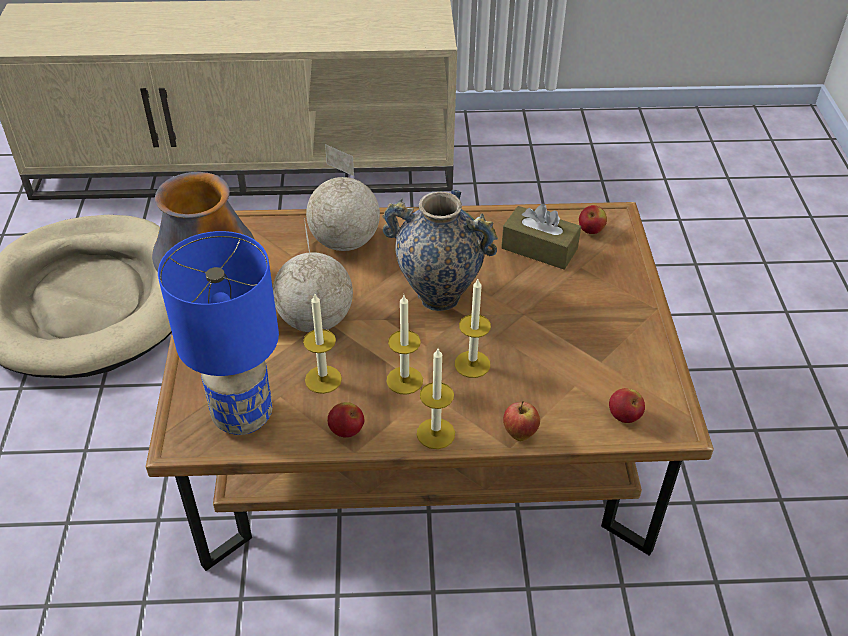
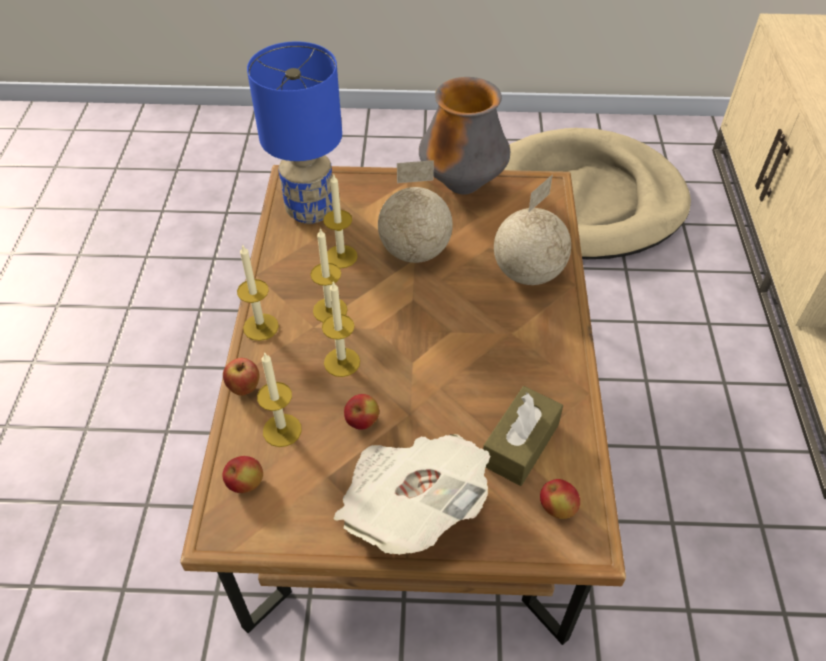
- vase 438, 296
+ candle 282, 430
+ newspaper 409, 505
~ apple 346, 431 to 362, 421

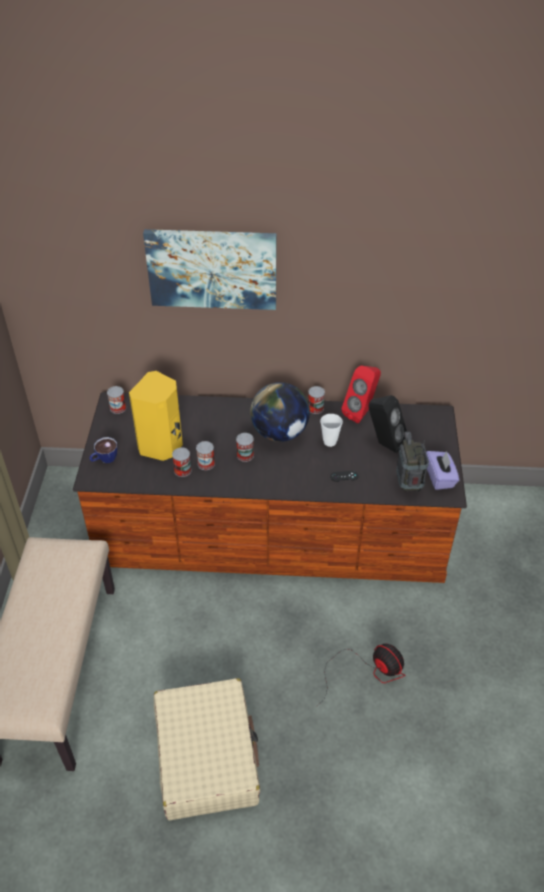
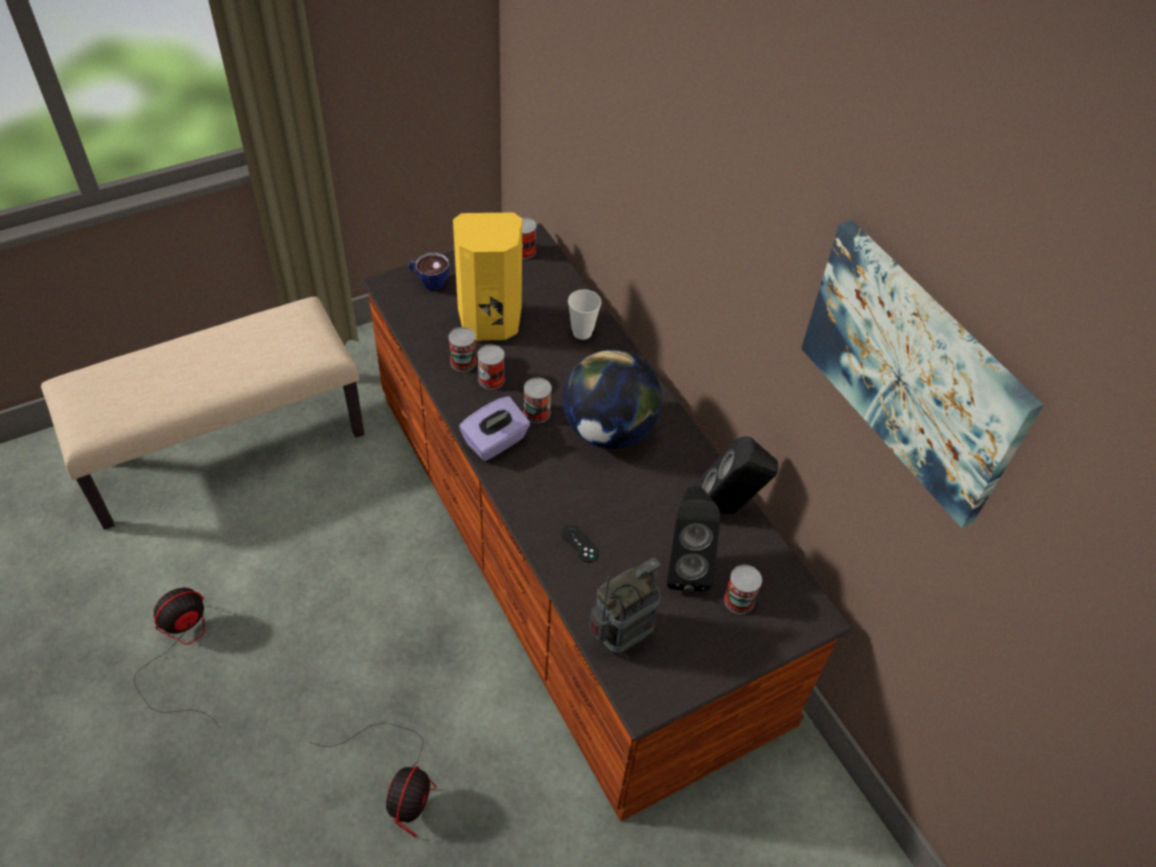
~ picture 212, 268 to 912, 370
~ can 315, 408 to 739, 600
~ cup 330, 442 to 582, 332
~ tissue box (purple) 440, 477 to 495, 442
~ suitcase (beige) 207, 755 to fan 180, 651
~ speaker (red) 361, 413 to speaker (black) 728, 509

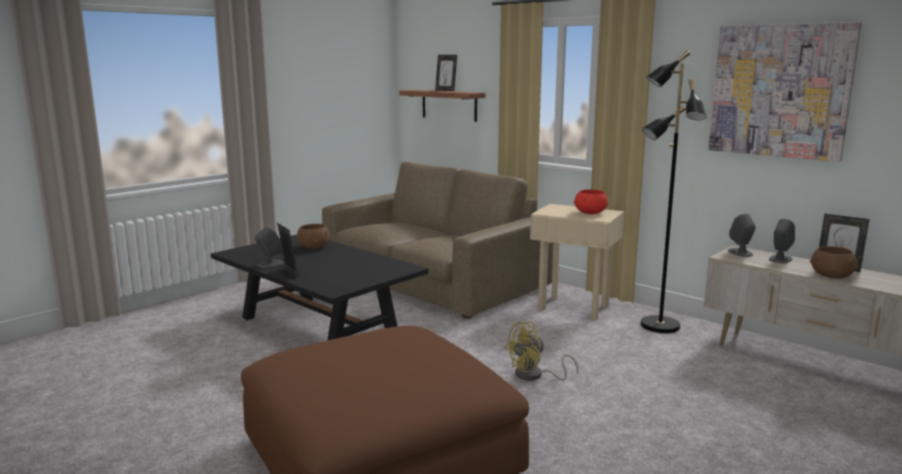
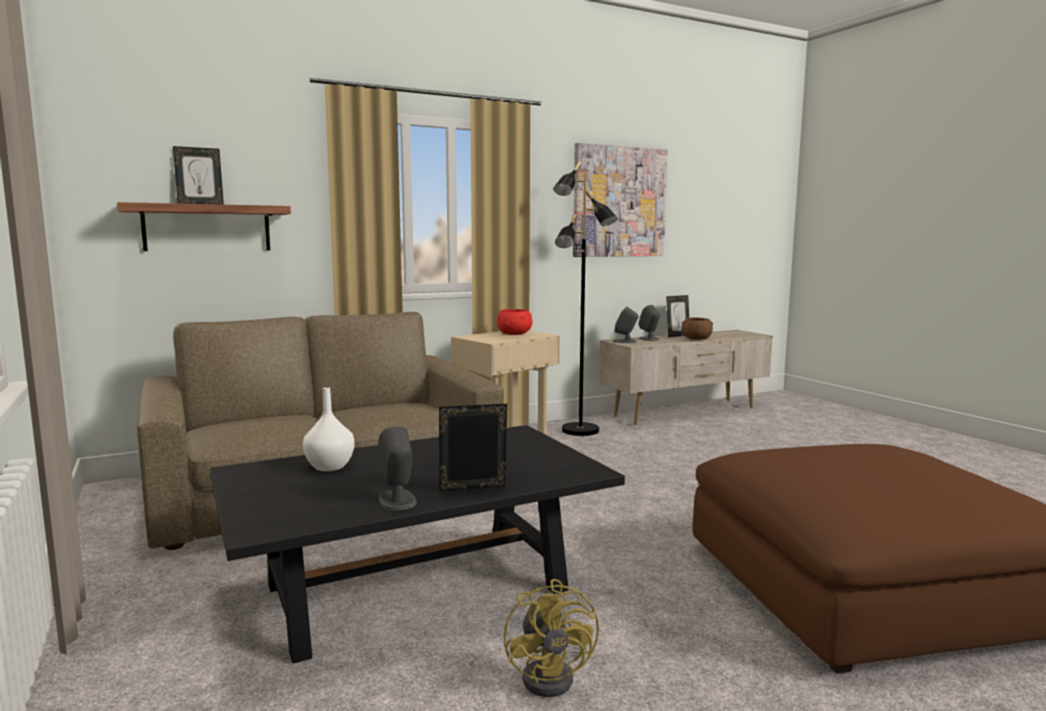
~ fan (yellow) 535, 376 to 554, 675
~ bowl (brown) 313, 247 to vase (white) 328, 467

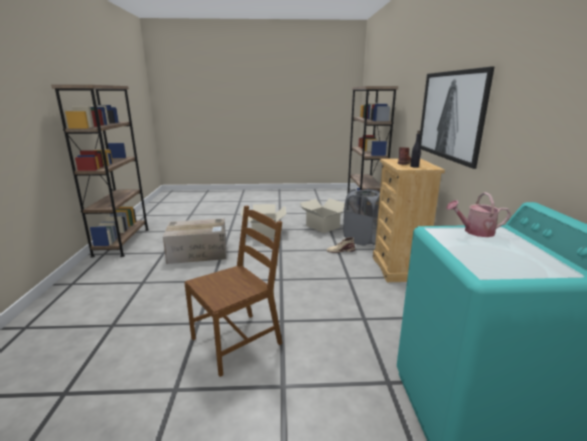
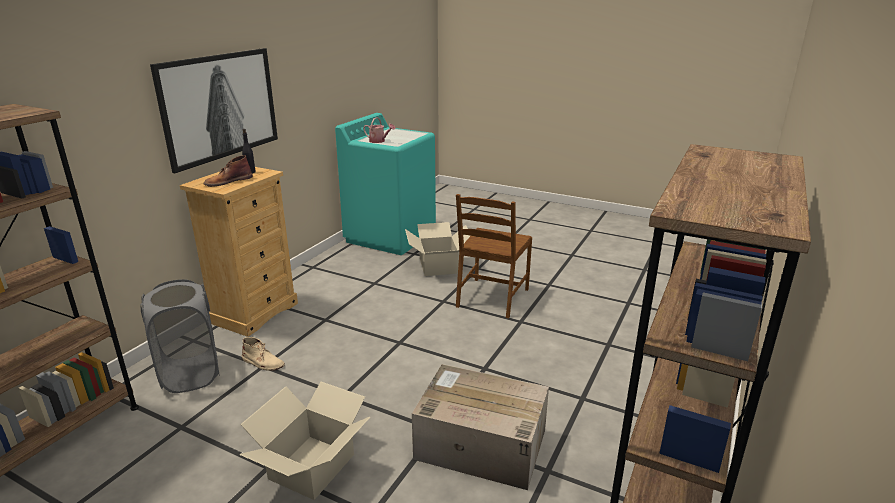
~ cardboard box 322, 226 to 439, 266
~ chair (brown) 237, 341 = 492, 298 60 degrees counterclockwise

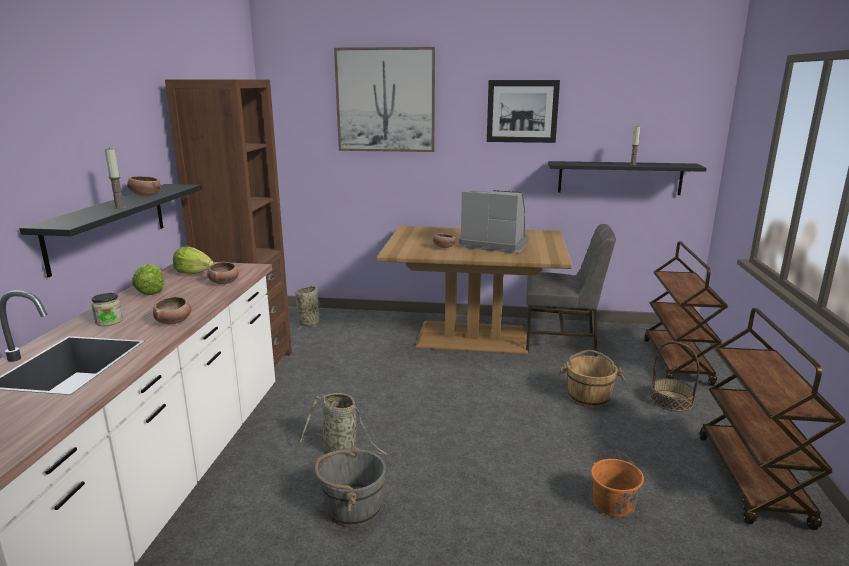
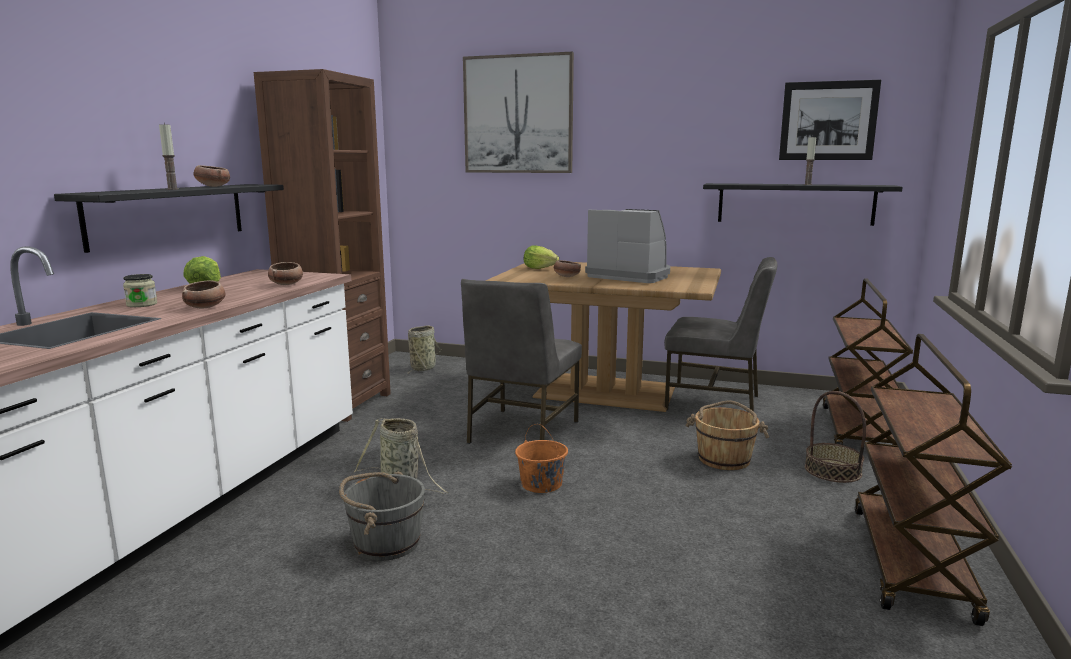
+ chair (grey) 521, 432
~ lettuce 194, 273 to 539, 268
~ picture 522, 111 to 828, 121
~ bucket (orange) 613, 504 to 541, 484

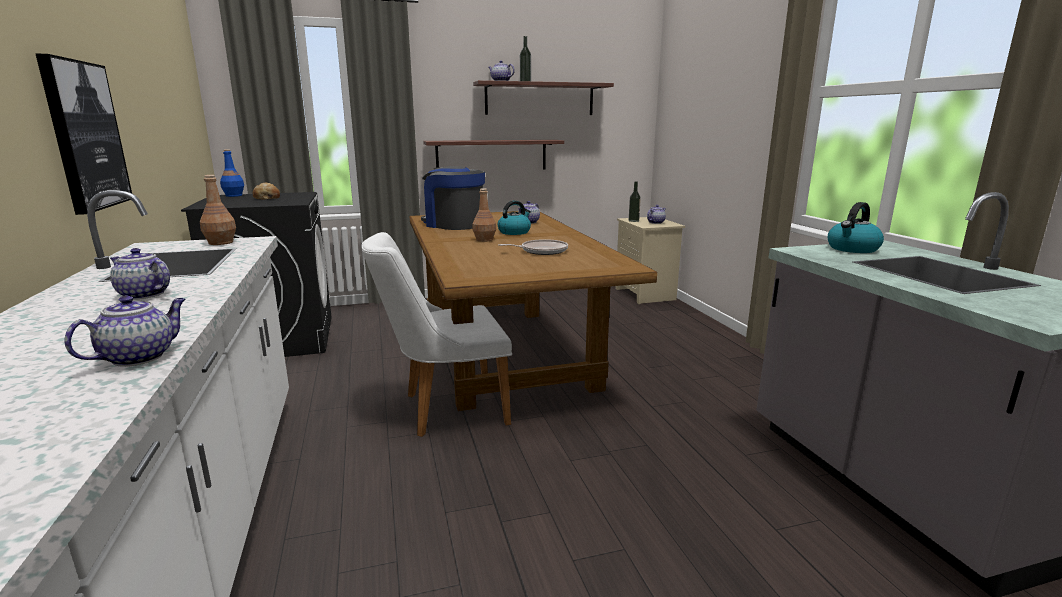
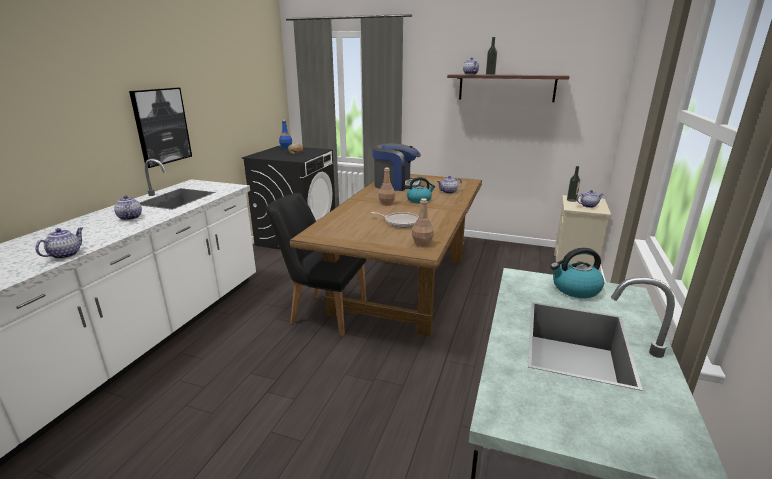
- shelf 491, 155
~ bottle (brown) 221, 242 to 422, 243
~ chair (white) 444, 409 to chair (black) 322, 312
~ teapot 139, 357 = 66, 254 45 degrees counterclockwise
~ coffee machine 453, 224 = 396, 185 120 degrees clockwise

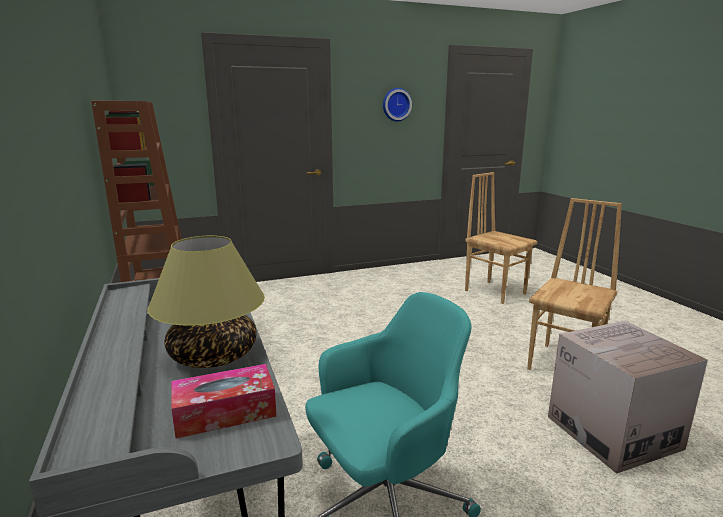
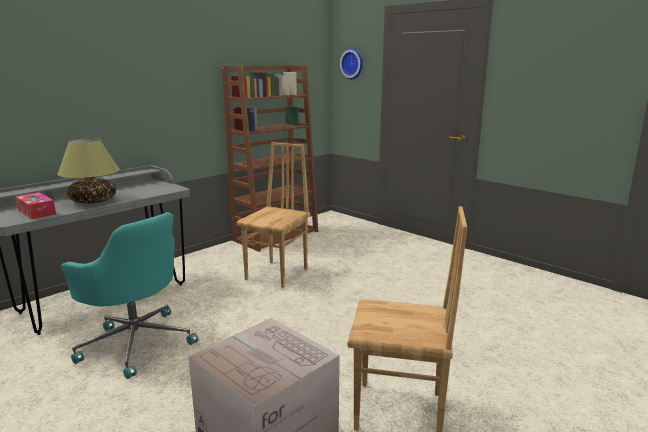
~ wall clock 396, 104 to 353, 63
~ chair (brown) 495, 292 to 278, 274

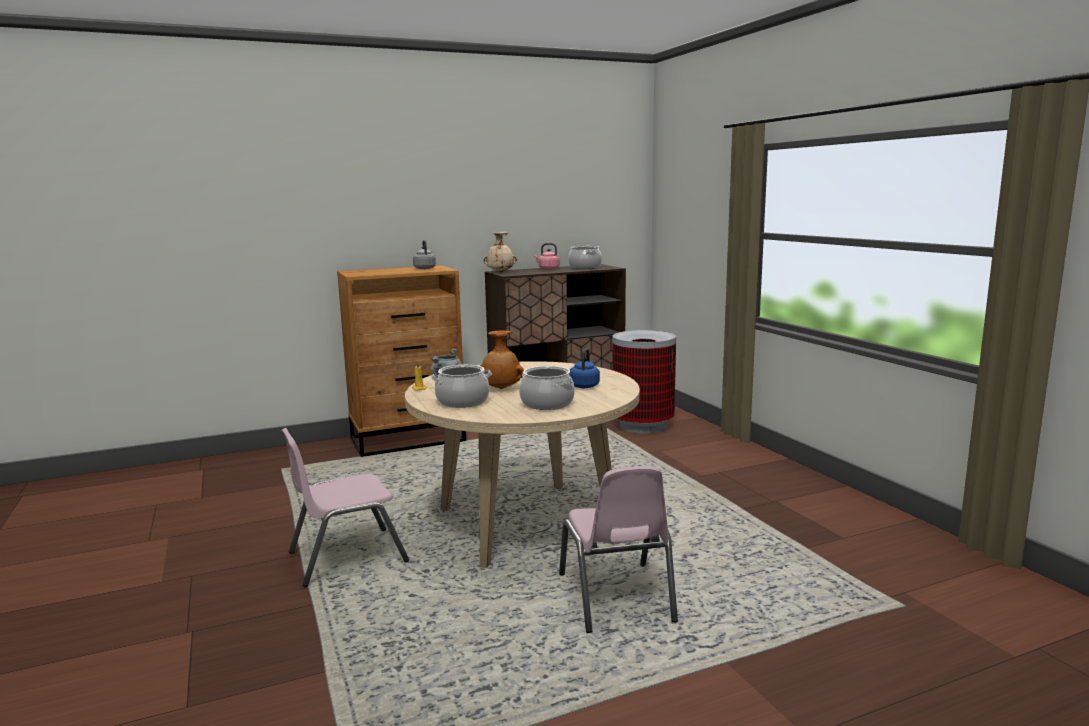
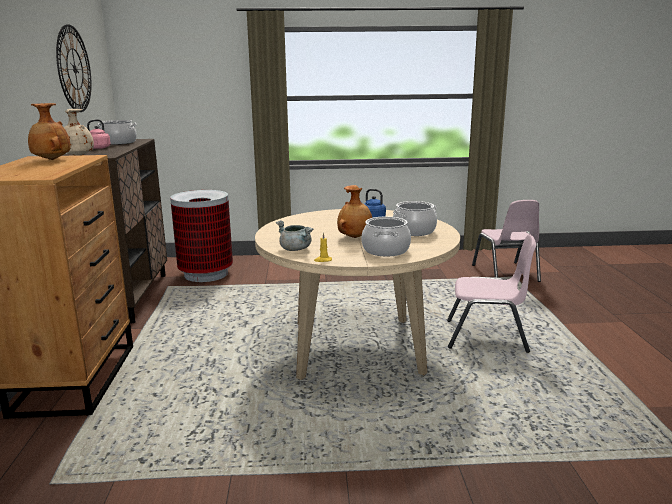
+ wall clock 74, 69
~ chair (pink) 347, 556 to 505, 273
~ kettle (grey) 424, 268 to vase (brown) 51, 160

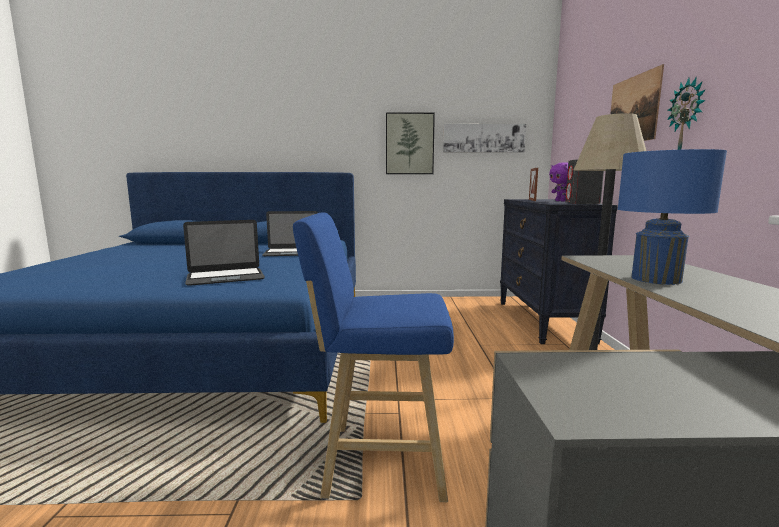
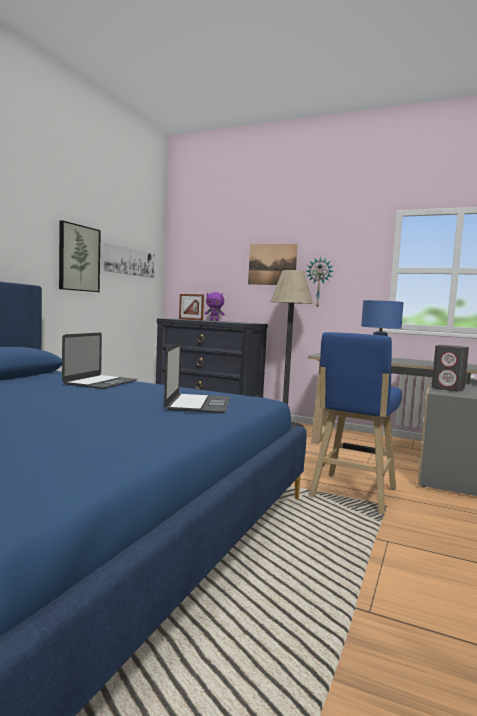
~ speaker (grey) 582, 203 to 448, 388

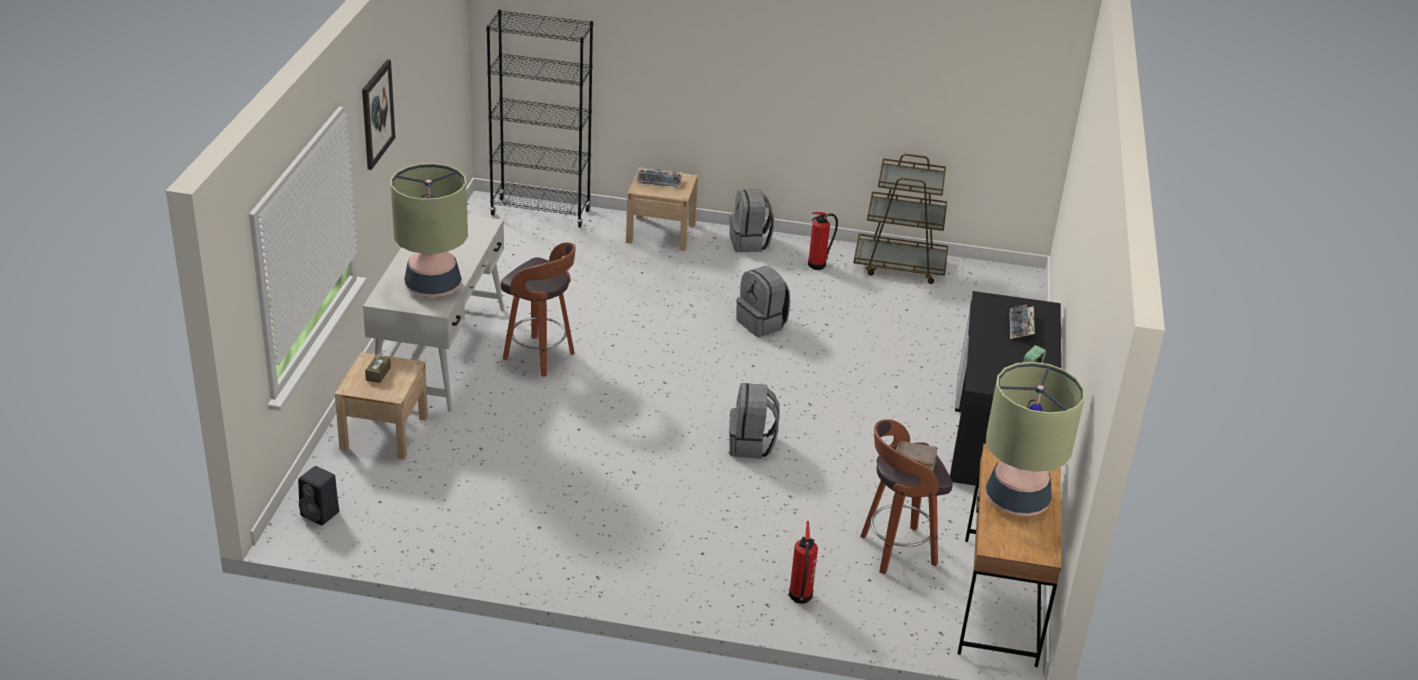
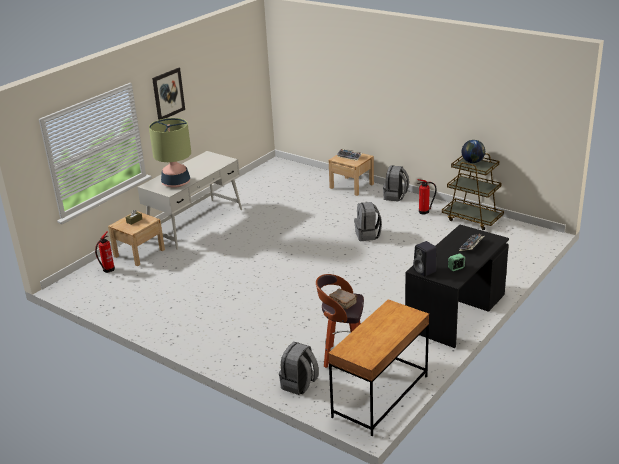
- bookcase (black) 541, 213
- stool 540, 357
- table lamp 1016, 500
+ globe 473, 162
~ speaker (black) 321, 514 to 425, 271
~ backpack (grey) 751, 445 to 299, 385
~ fire extinguisher 800, 597 to 108, 270

